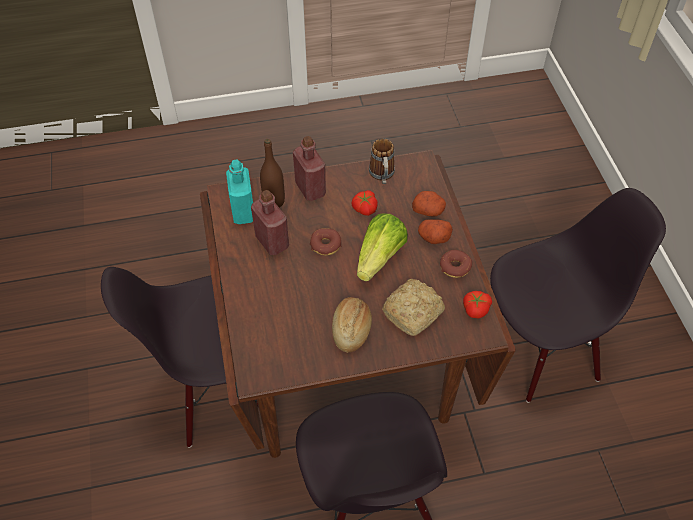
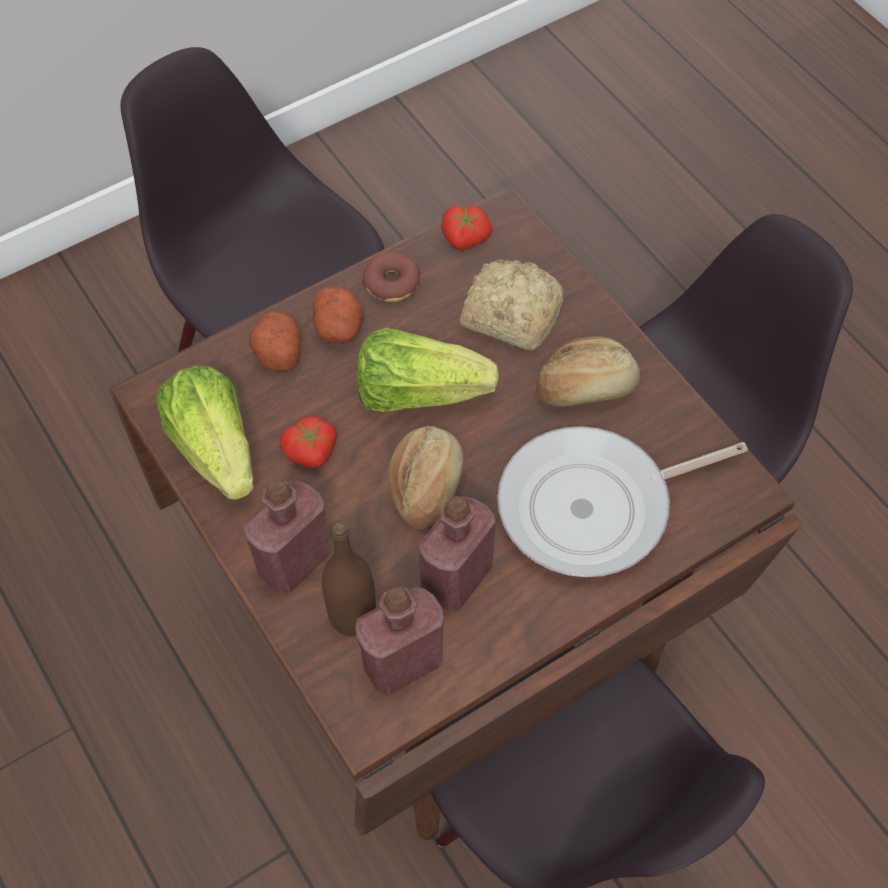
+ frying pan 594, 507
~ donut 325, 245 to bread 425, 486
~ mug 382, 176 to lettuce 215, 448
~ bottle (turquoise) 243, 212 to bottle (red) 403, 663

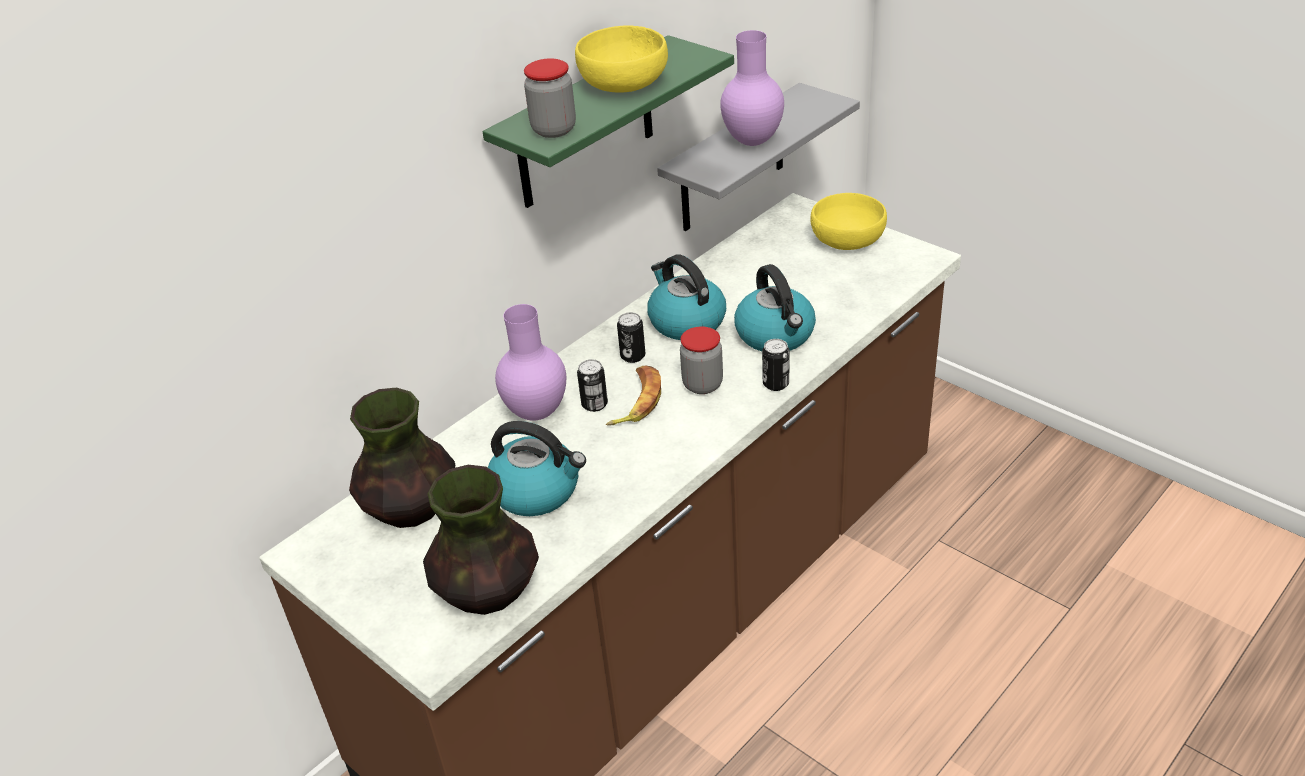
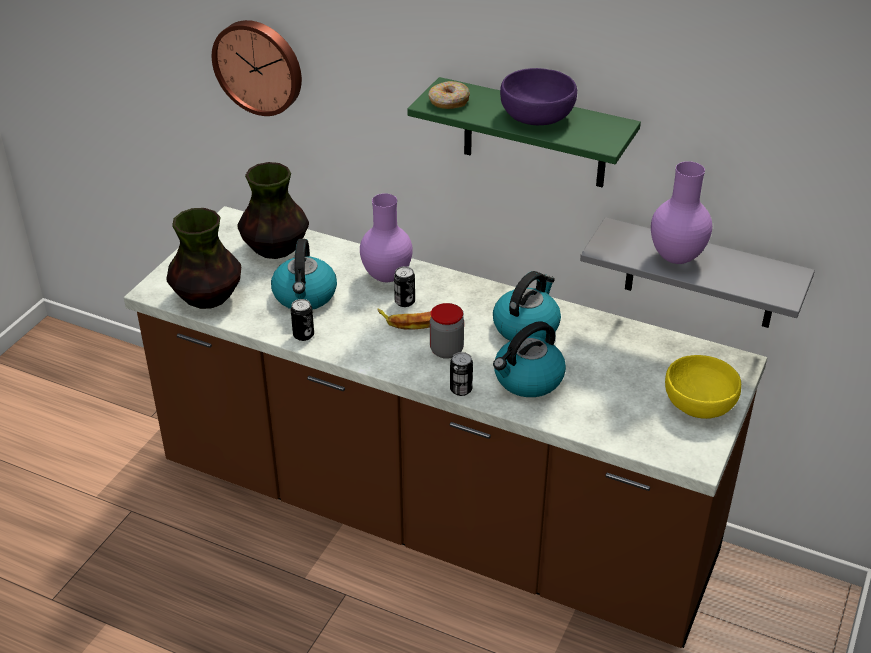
+ wall clock 259, 66
~ can 633, 356 to 303, 335
~ jar 554, 129 to donut 448, 102
~ bowl (yellow) 622, 83 to bowl (purple) 536, 116

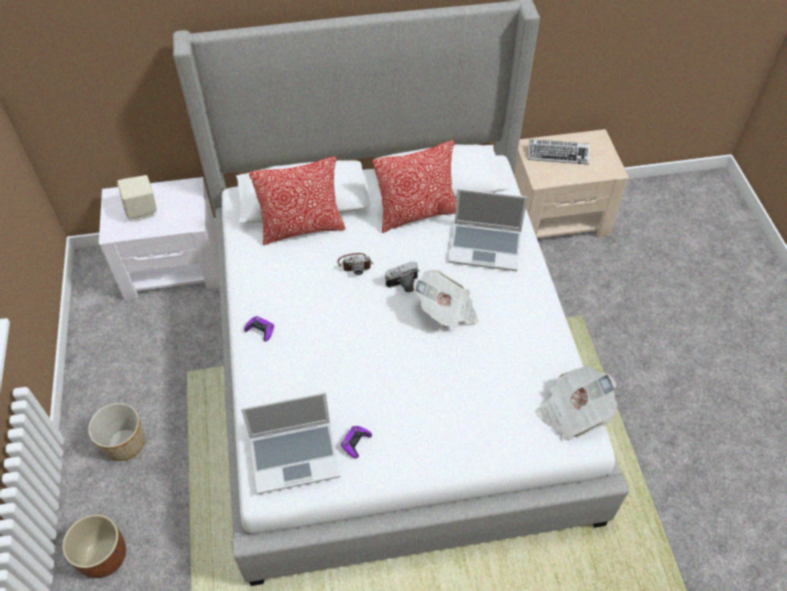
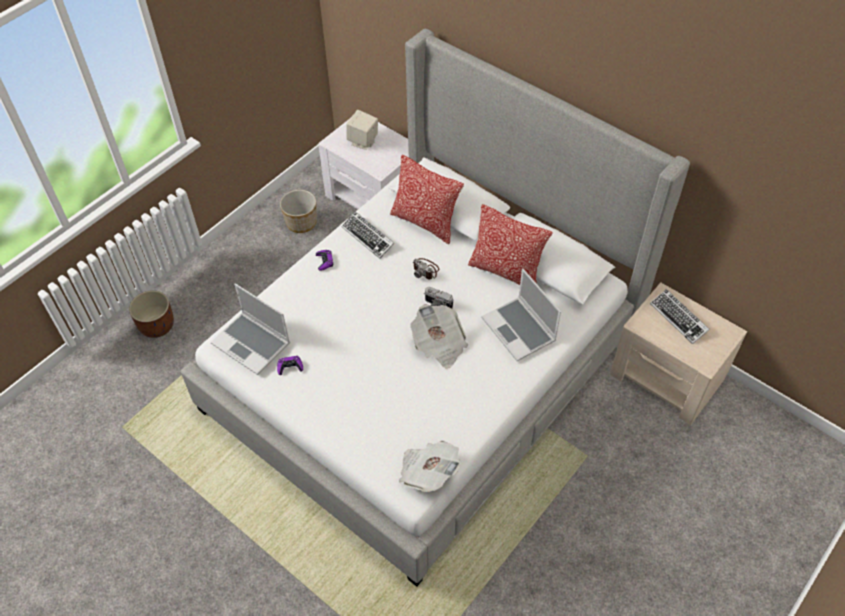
+ keyboard 368, 237
~ planter 124, 442 to 301, 222

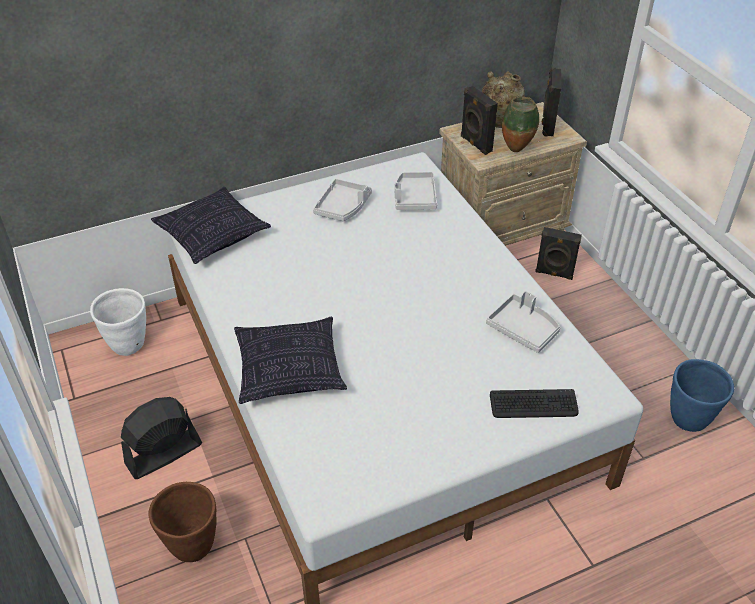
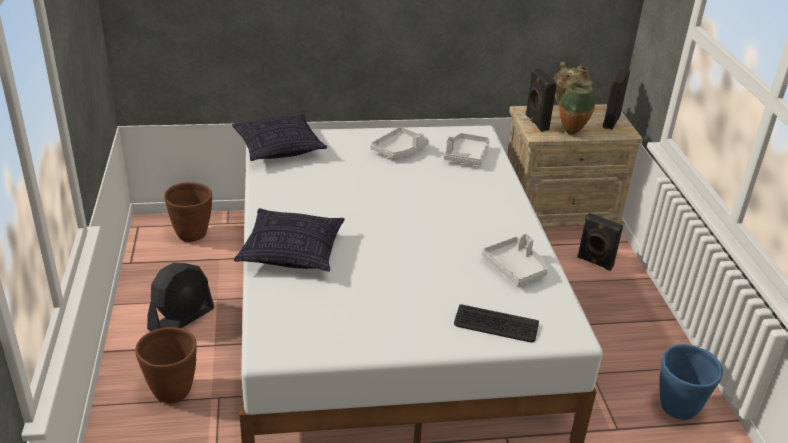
~ planter (white) 128, 345 to planter (brown) 192, 235
~ fan (black) 163, 454 = 182, 319 150 degrees clockwise

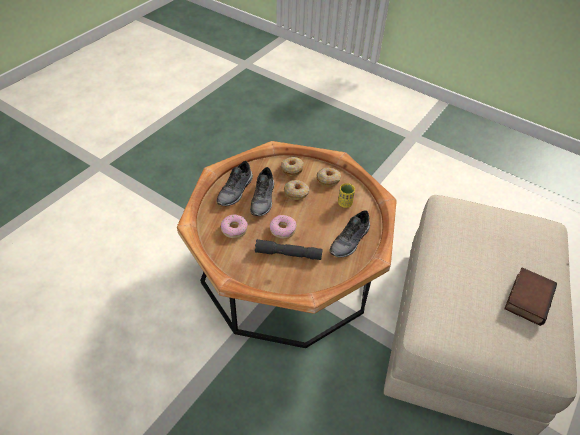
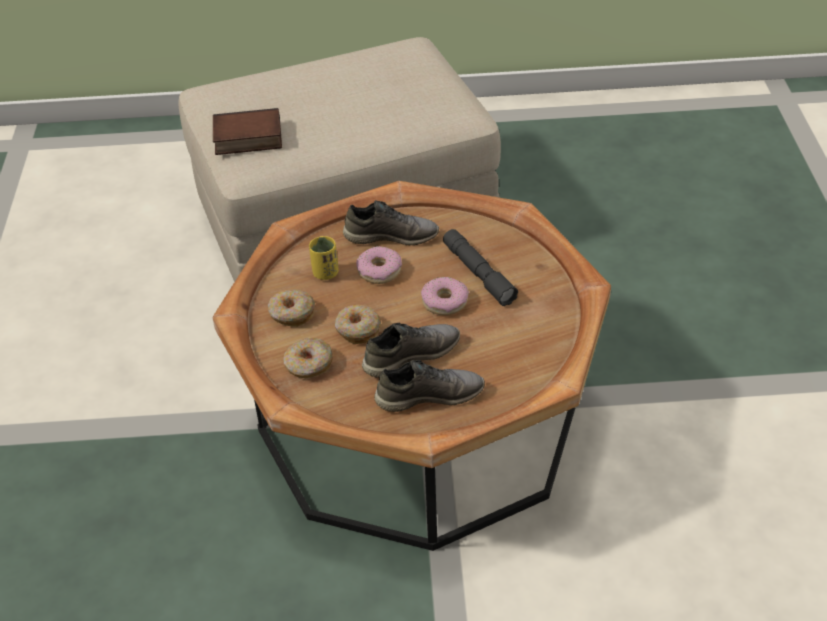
~ donut 234, 229 to 379, 271
~ book 527, 298 to 247, 139

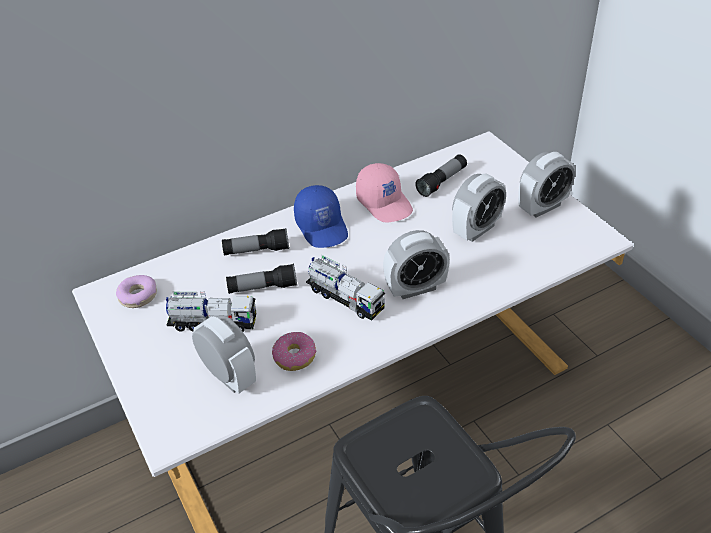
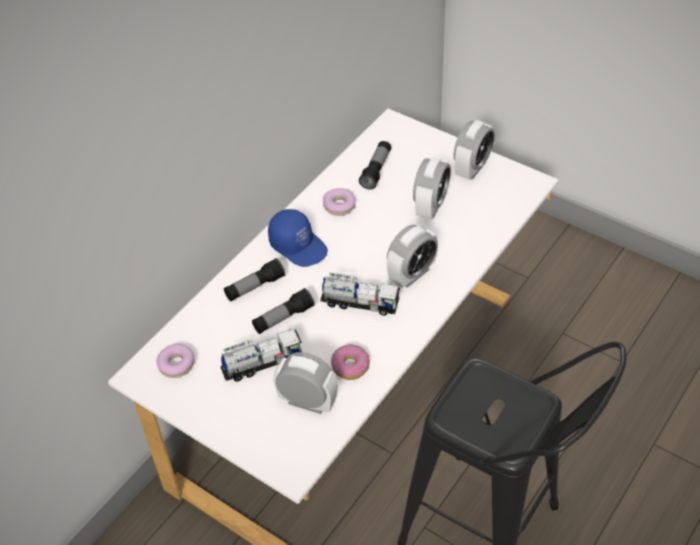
~ cap (pink) 385, 203 to donut 339, 206

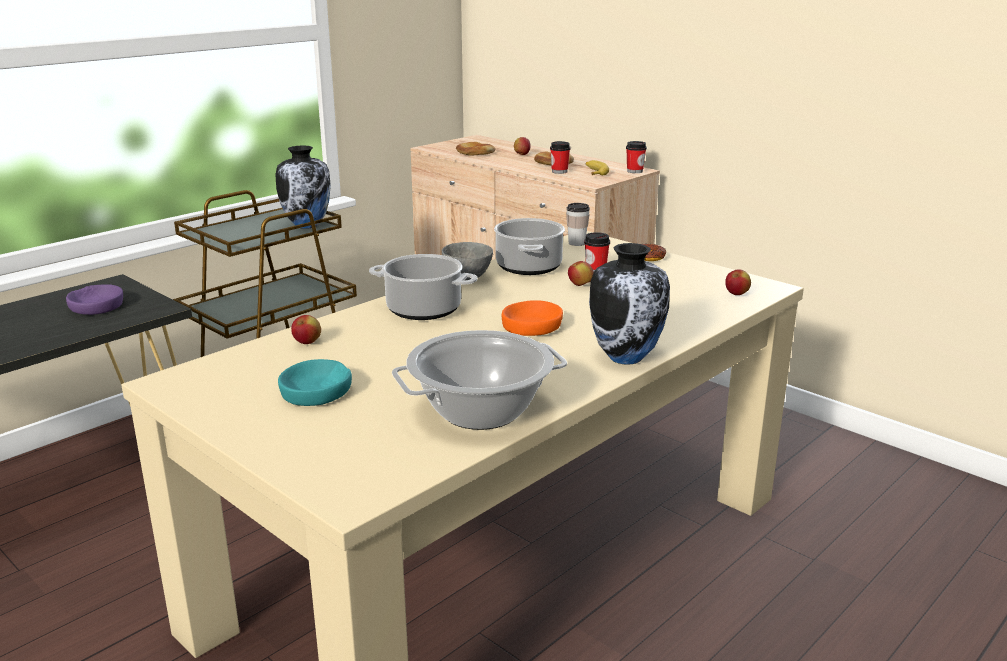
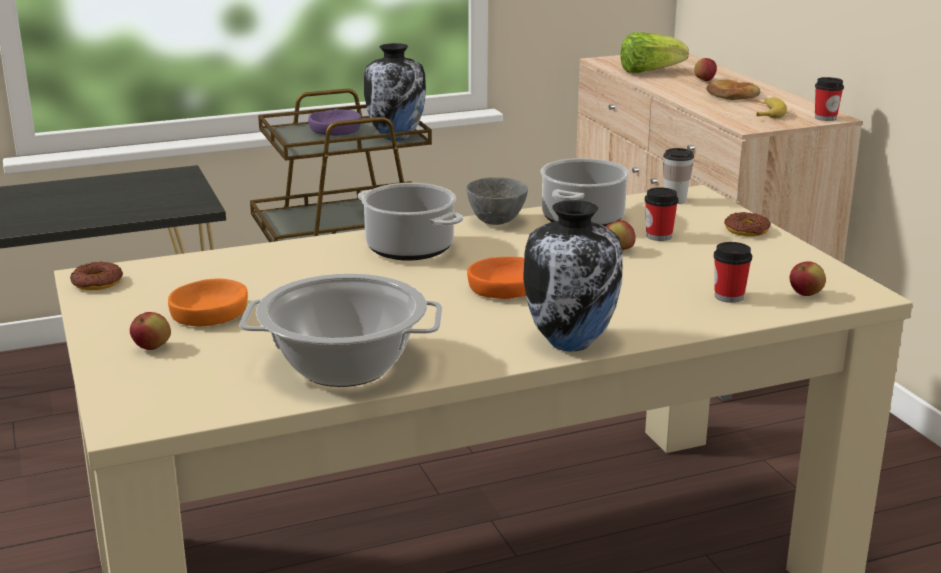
+ donut 97, 283
~ bowl (purple) 96, 306 to 335, 129
~ apple 307, 343 to 152, 348
~ cup 559, 171 to 729, 296
~ bread 475, 152 to lettuce 649, 72
~ bowl (turquoise) 316, 392 to bowl (orange) 210, 313

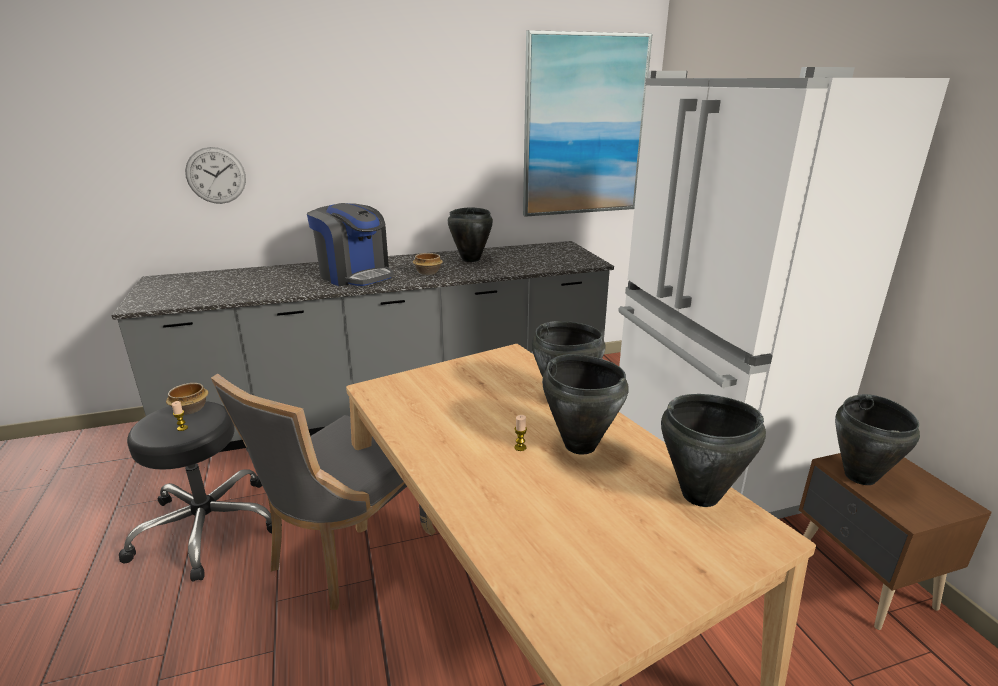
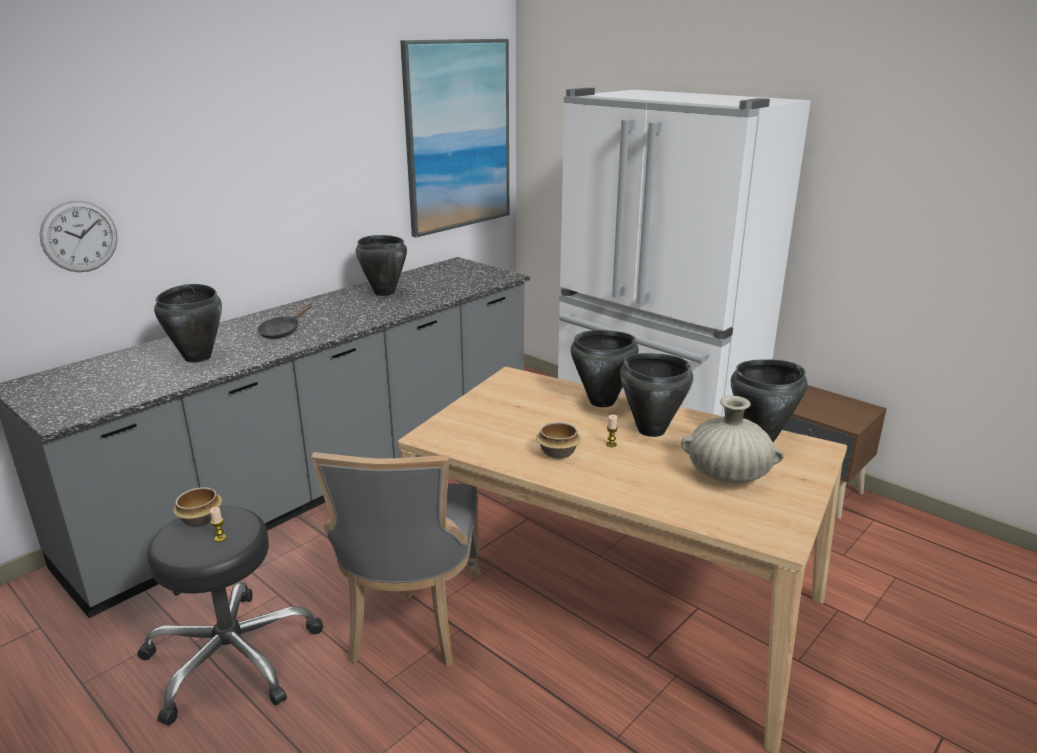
+ vase (beige) 727, 475
~ bowl 427, 272 to 557, 453
~ cooking pot (black) 860, 476 to 198, 357
~ coffee machine 355, 275 to frying pan (black) 282, 331

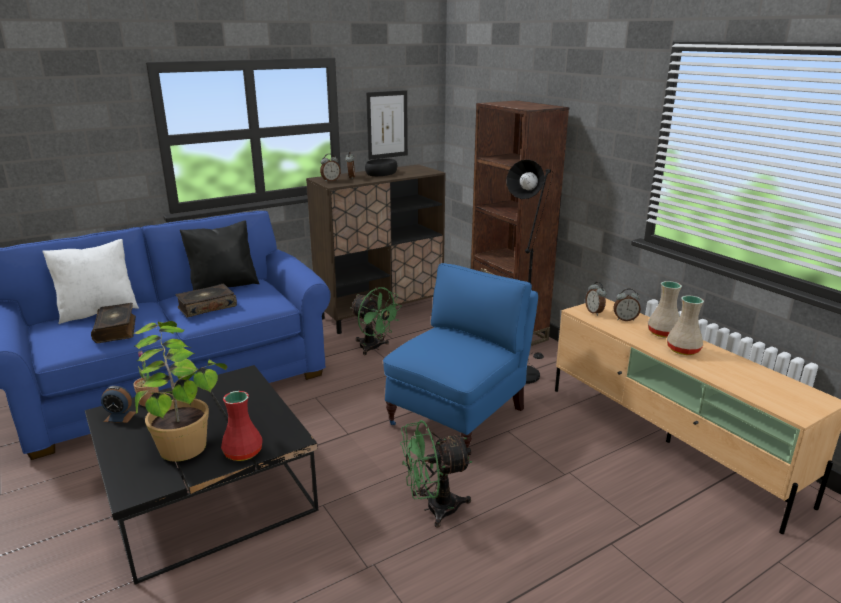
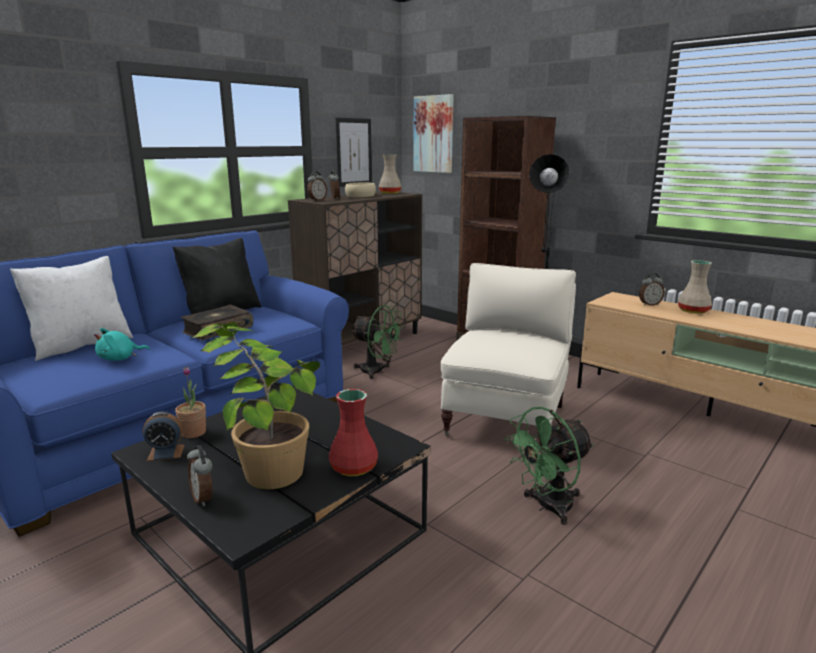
+ picture 434, 134
~ alarm clock 594, 312 to 204, 498
~ vase (beige) 683, 350 to 390, 193
~ book 116, 329 to plush toy (turquoise) 120, 358
~ bowl (black) 381, 173 to bowl (beige) 360, 195
~ armchair (blue) 460, 415 to armchair (beige) 506, 419

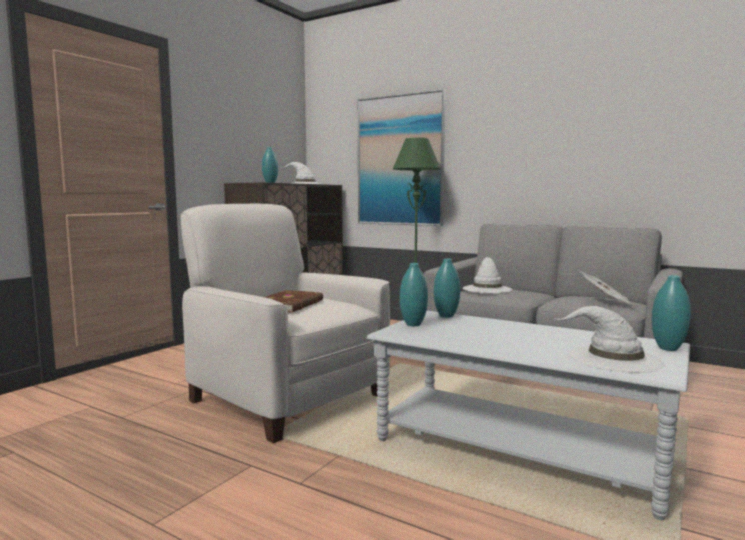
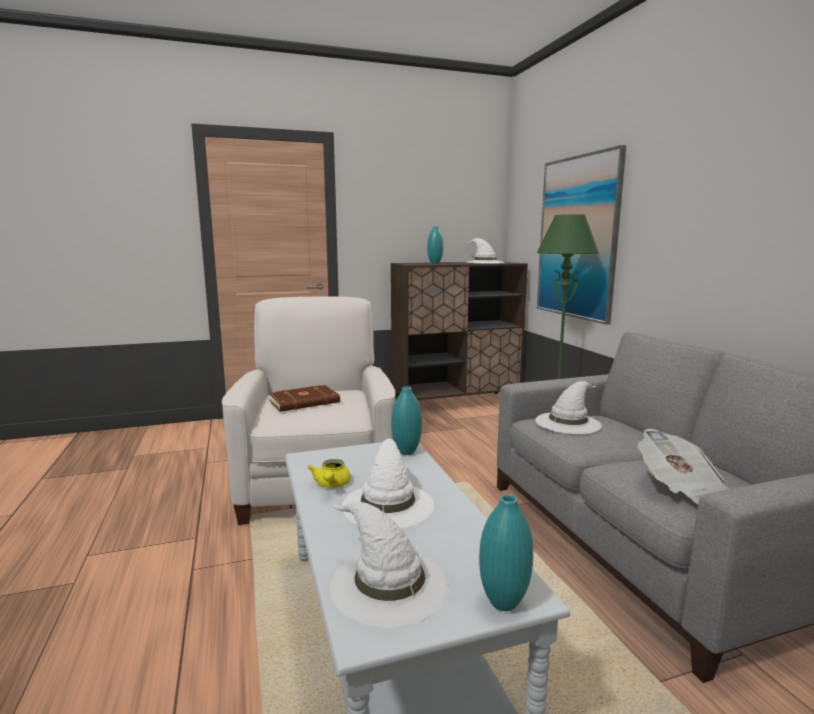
- vase (turquoise) 413, 324
+ teapot (yellow) 331, 485
+ hat (white) 387, 504

